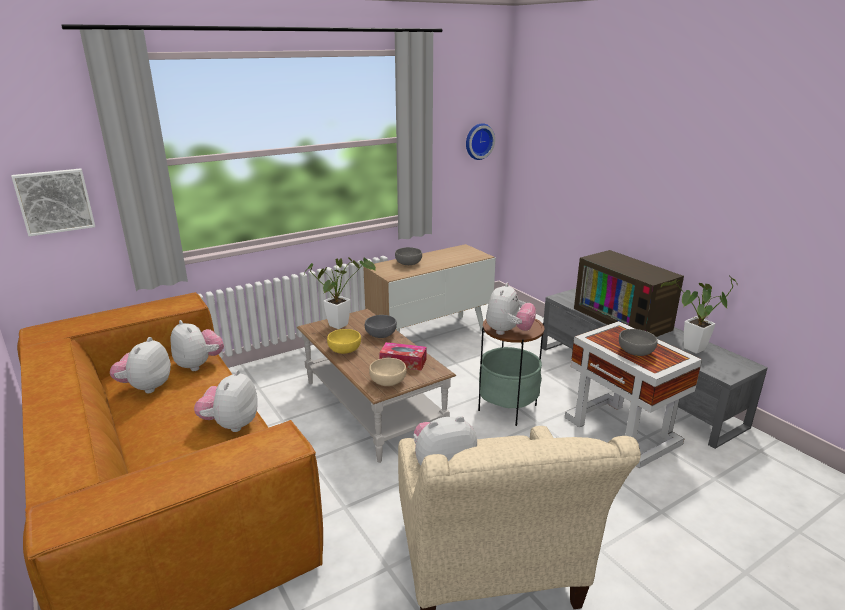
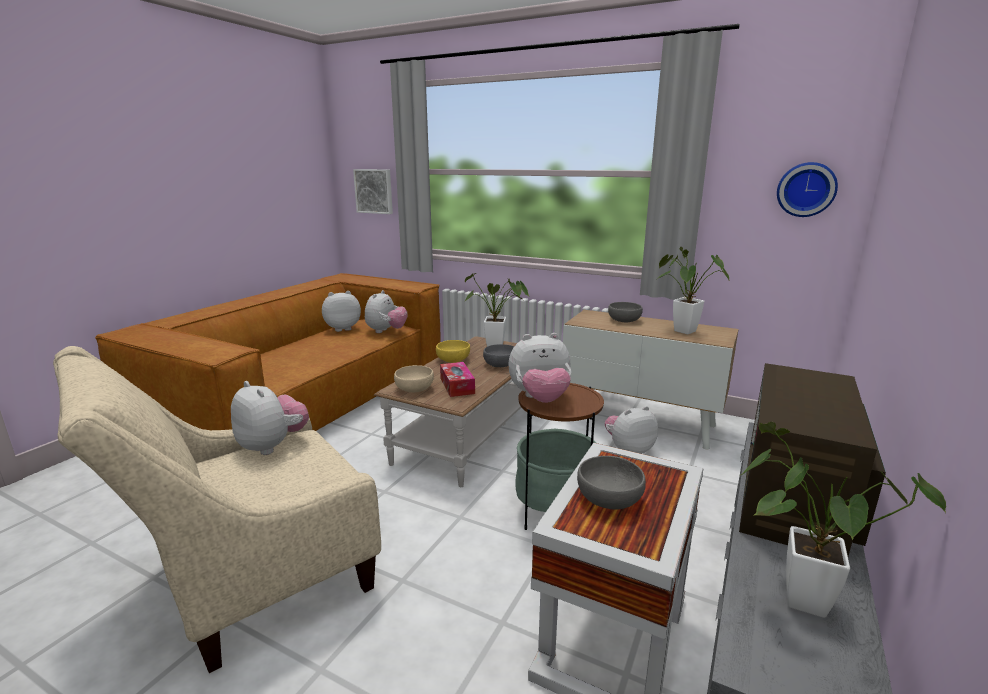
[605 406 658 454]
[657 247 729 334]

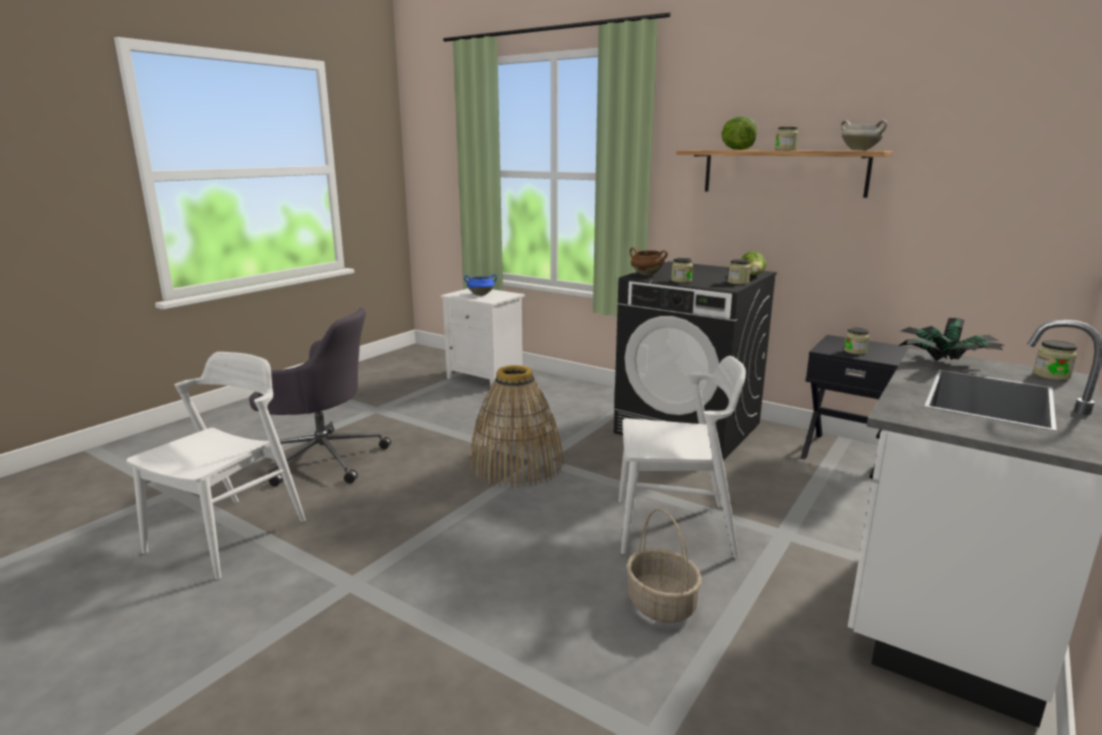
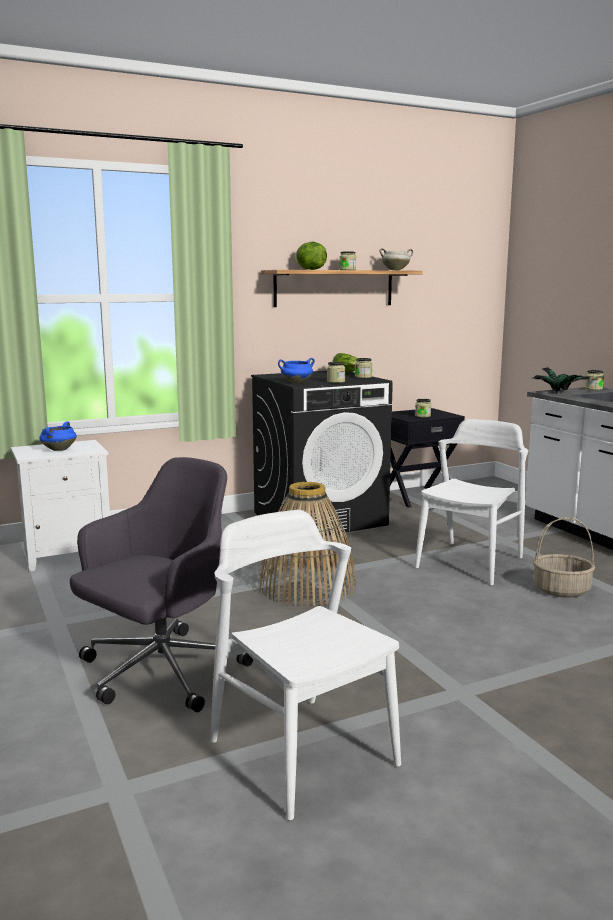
[278 358 315 383]

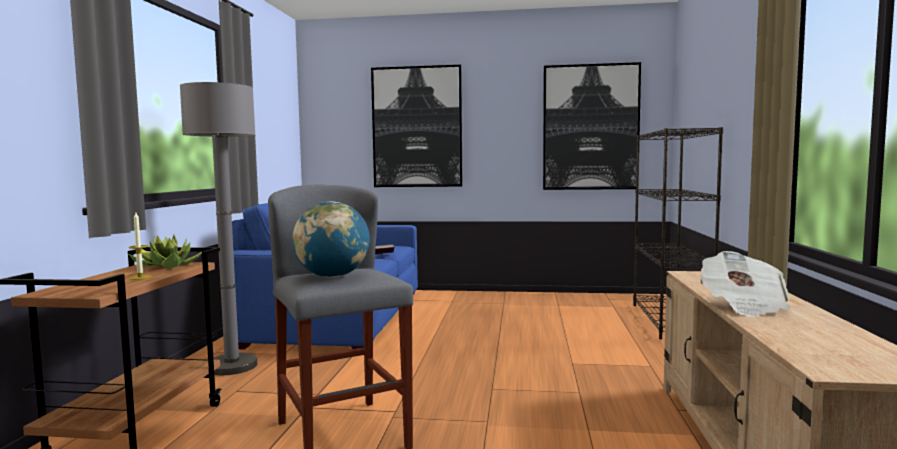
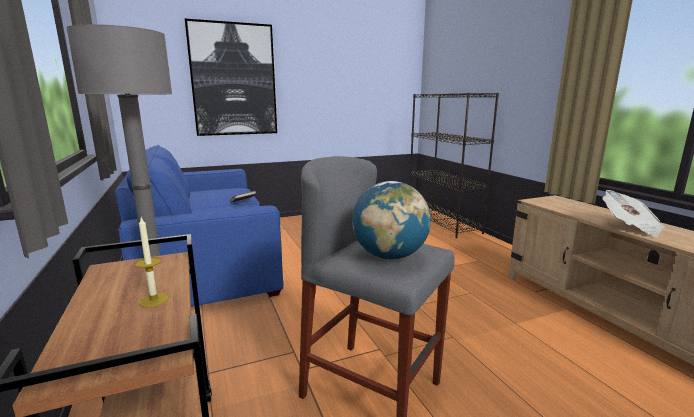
[128 235 202 268] (first image)
[543 62 641 190] (first image)

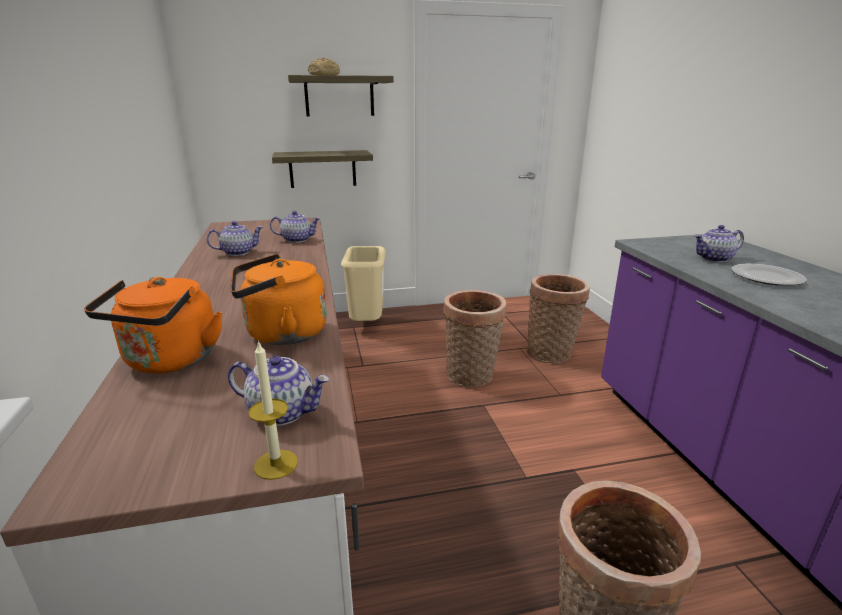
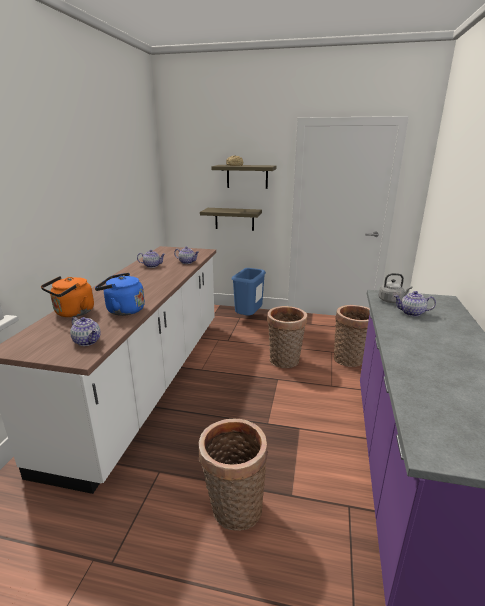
[95 273 145 316]
[232 268 266 316]
[378 273 412 303]
[248 340 298 480] (first image)
[731 264 807 286] (first image)

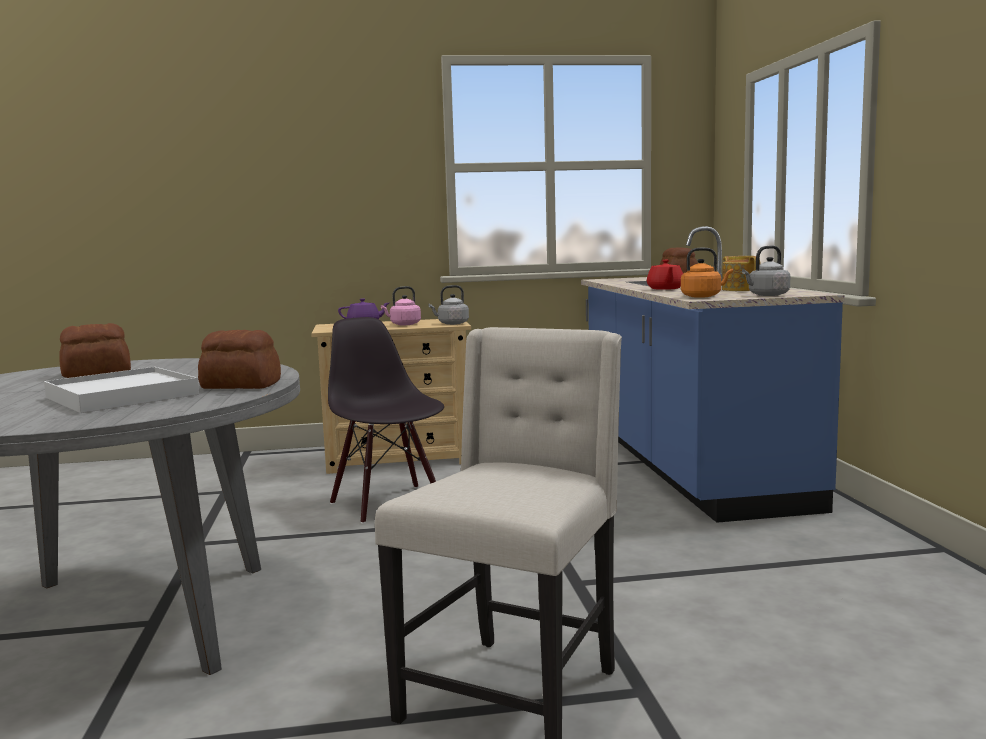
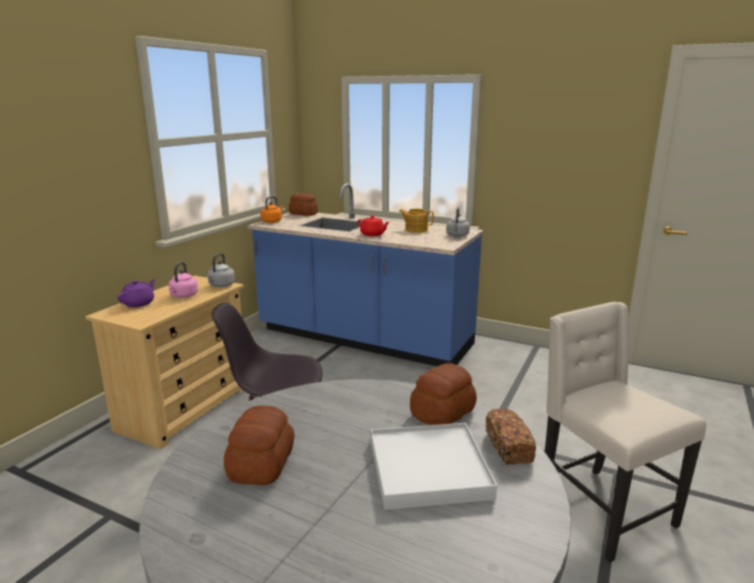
[261 196 284 223]
[486 409 536 465]

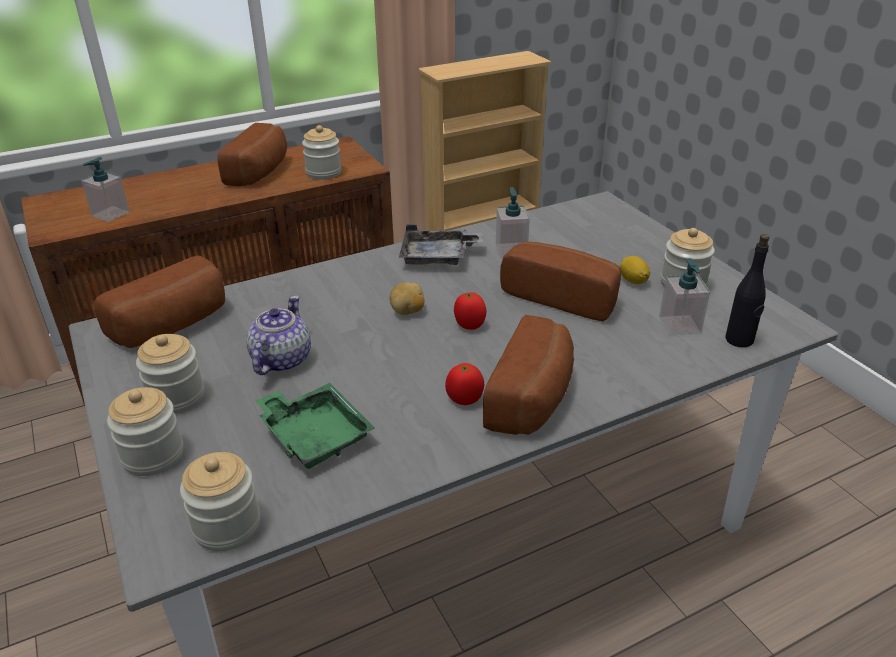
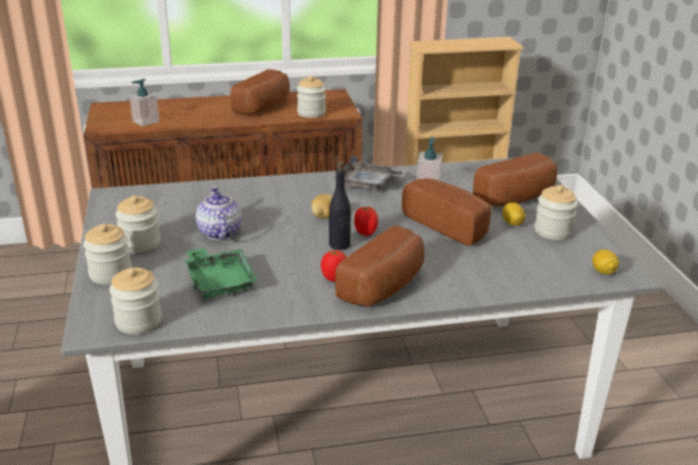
[196 187 242 240]
[329 161 351 250]
[473 153 557 207]
[592 249 619 275]
[659 258 710 335] (first image)

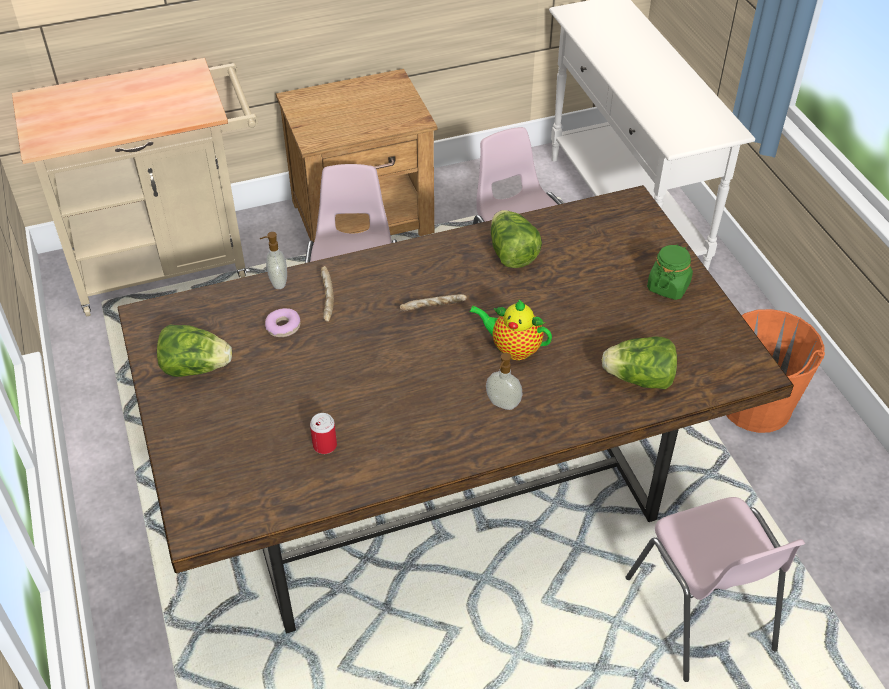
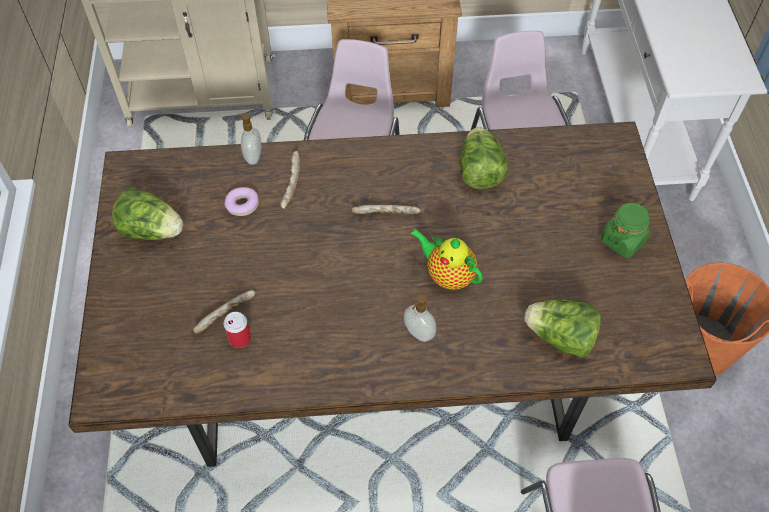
[193 290 255 333]

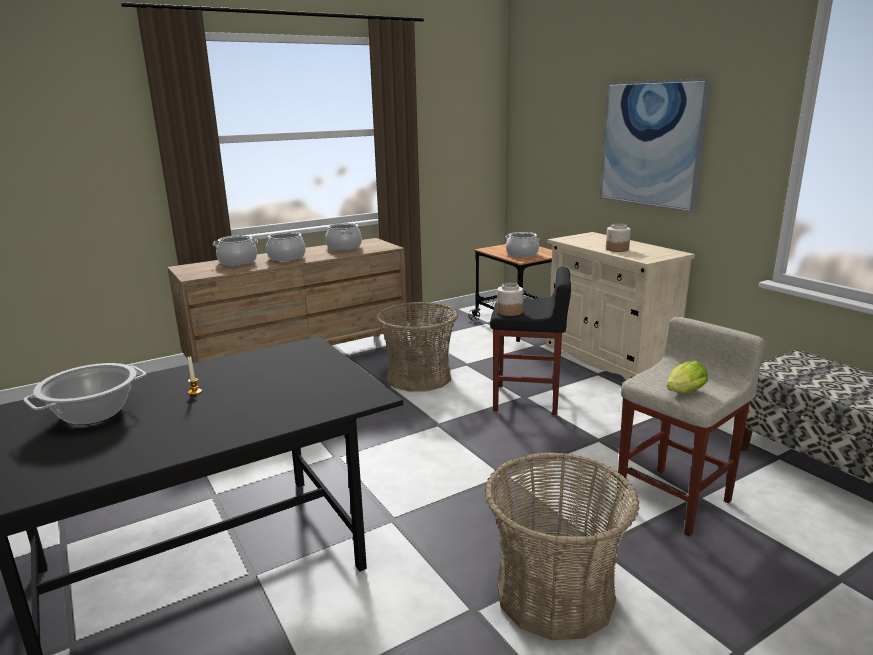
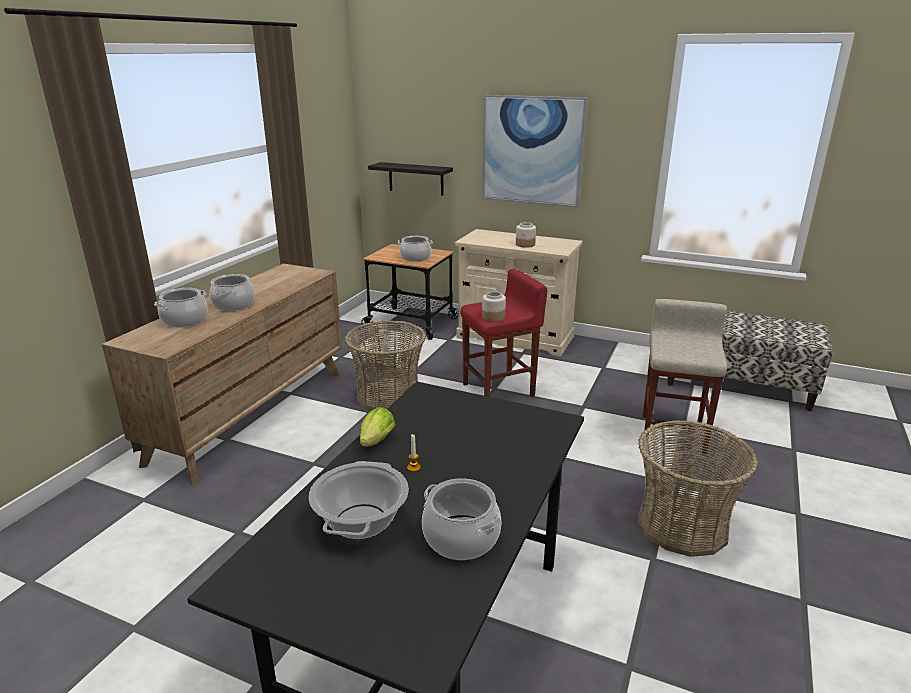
[360 407 396 447]
[368 162 453 196]
[422 478 502 560]
[460 269 547 397]

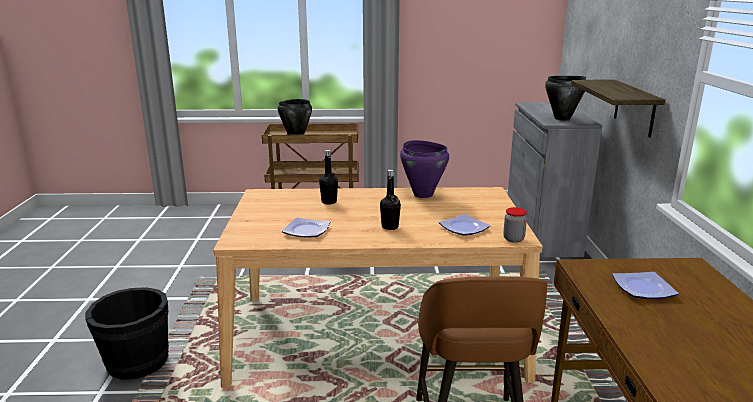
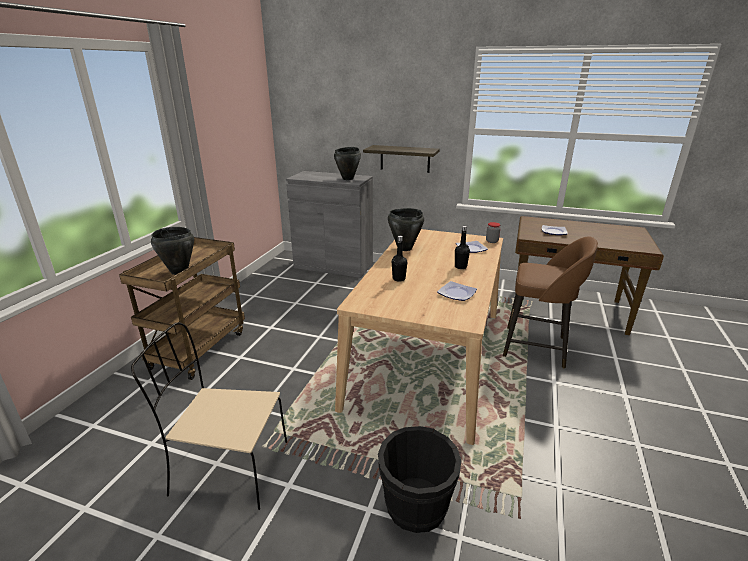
[131 322 287 510]
[388 208 424 251]

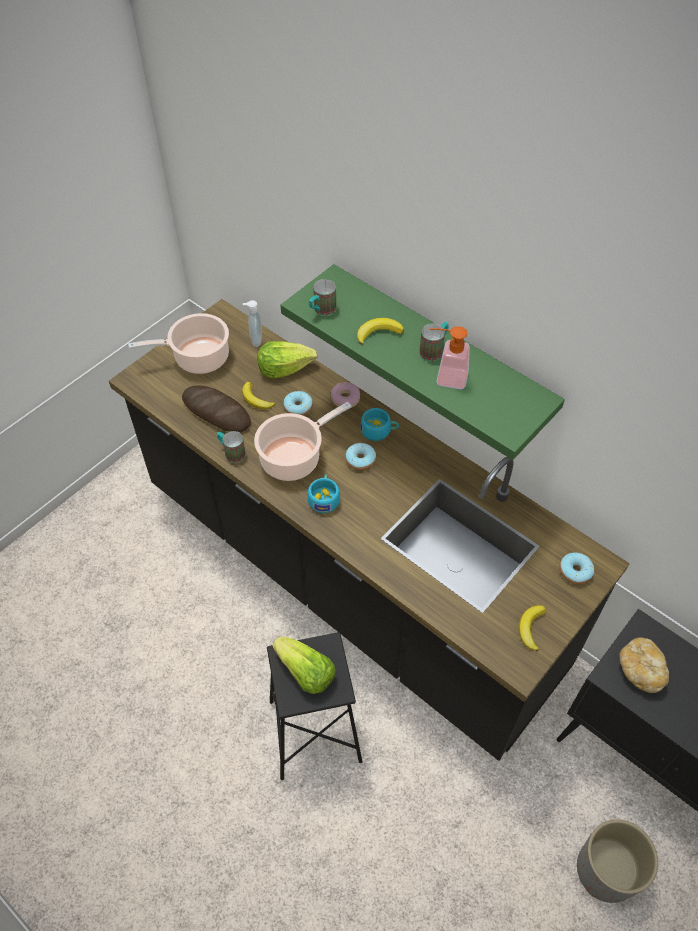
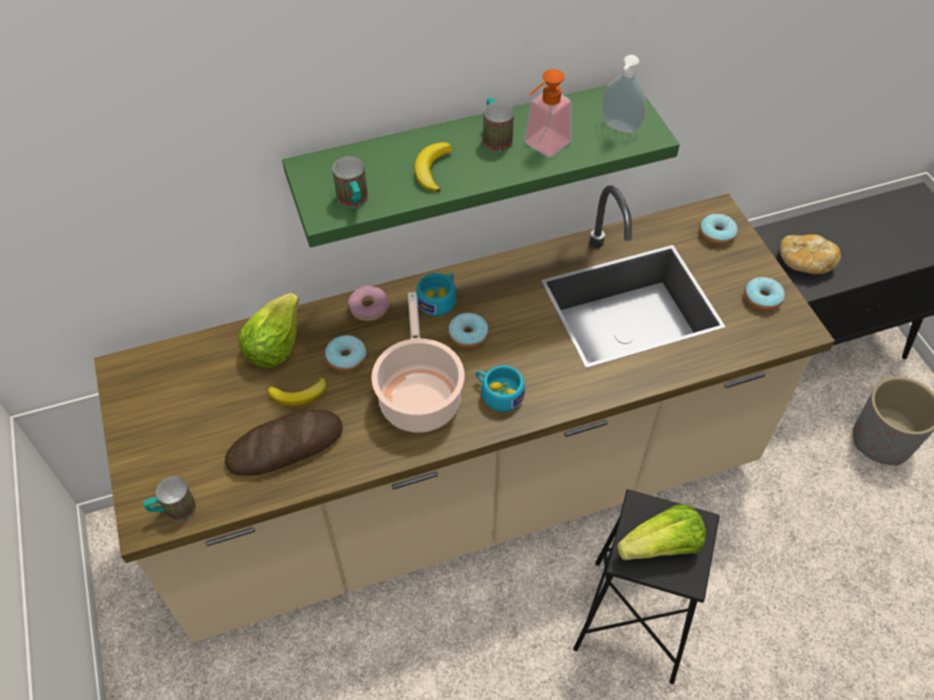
[94 185 835 642]
[143 476 196 522]
[601 55 646 133]
[744 277 785 311]
[128 313 229 374] (first image)

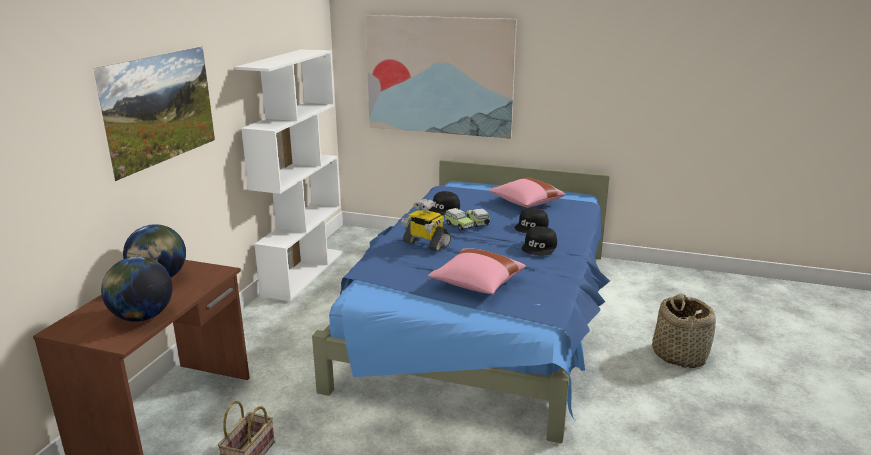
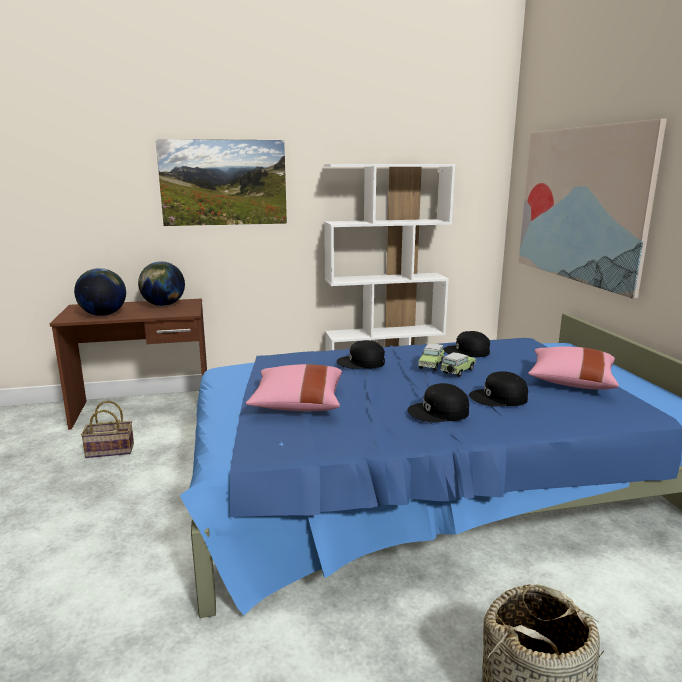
[337 340 385 369]

